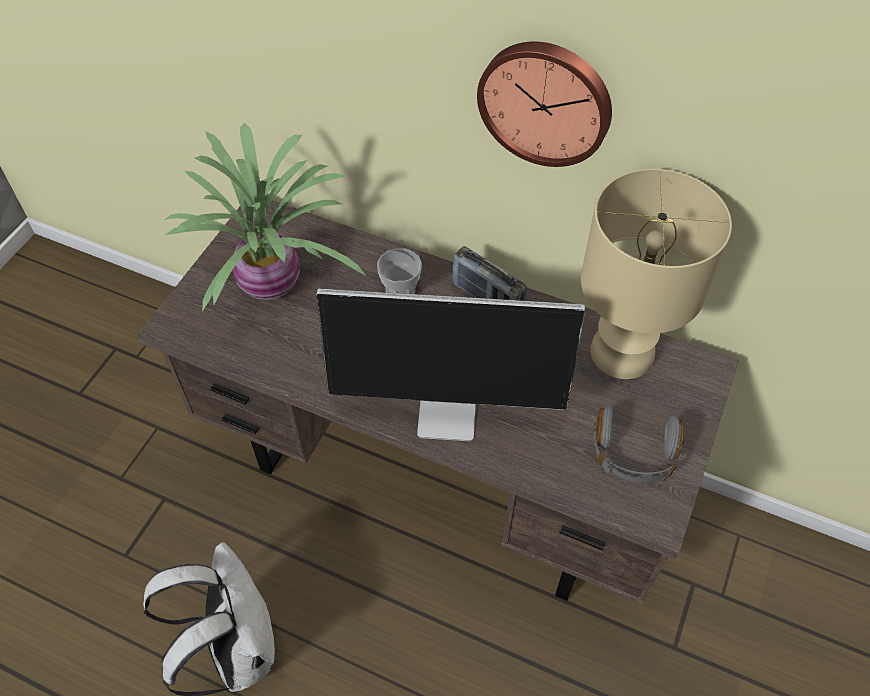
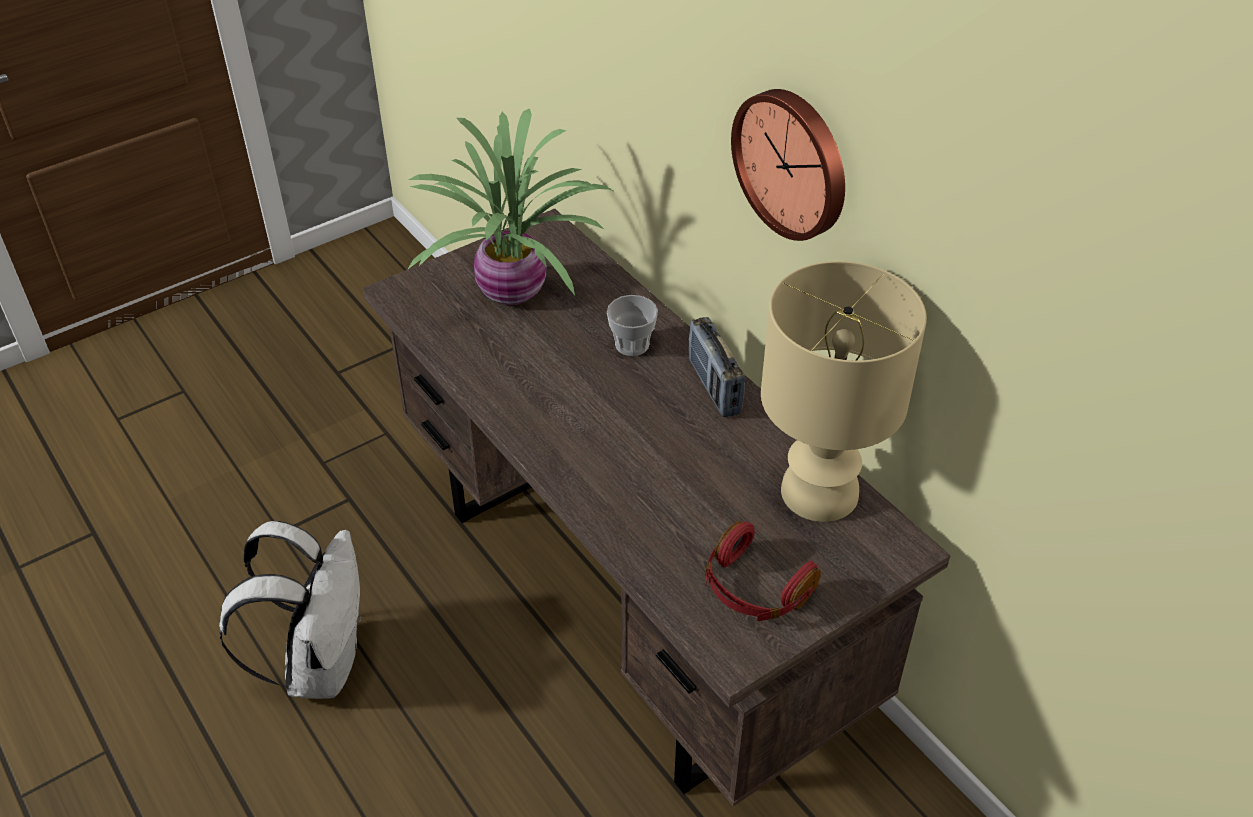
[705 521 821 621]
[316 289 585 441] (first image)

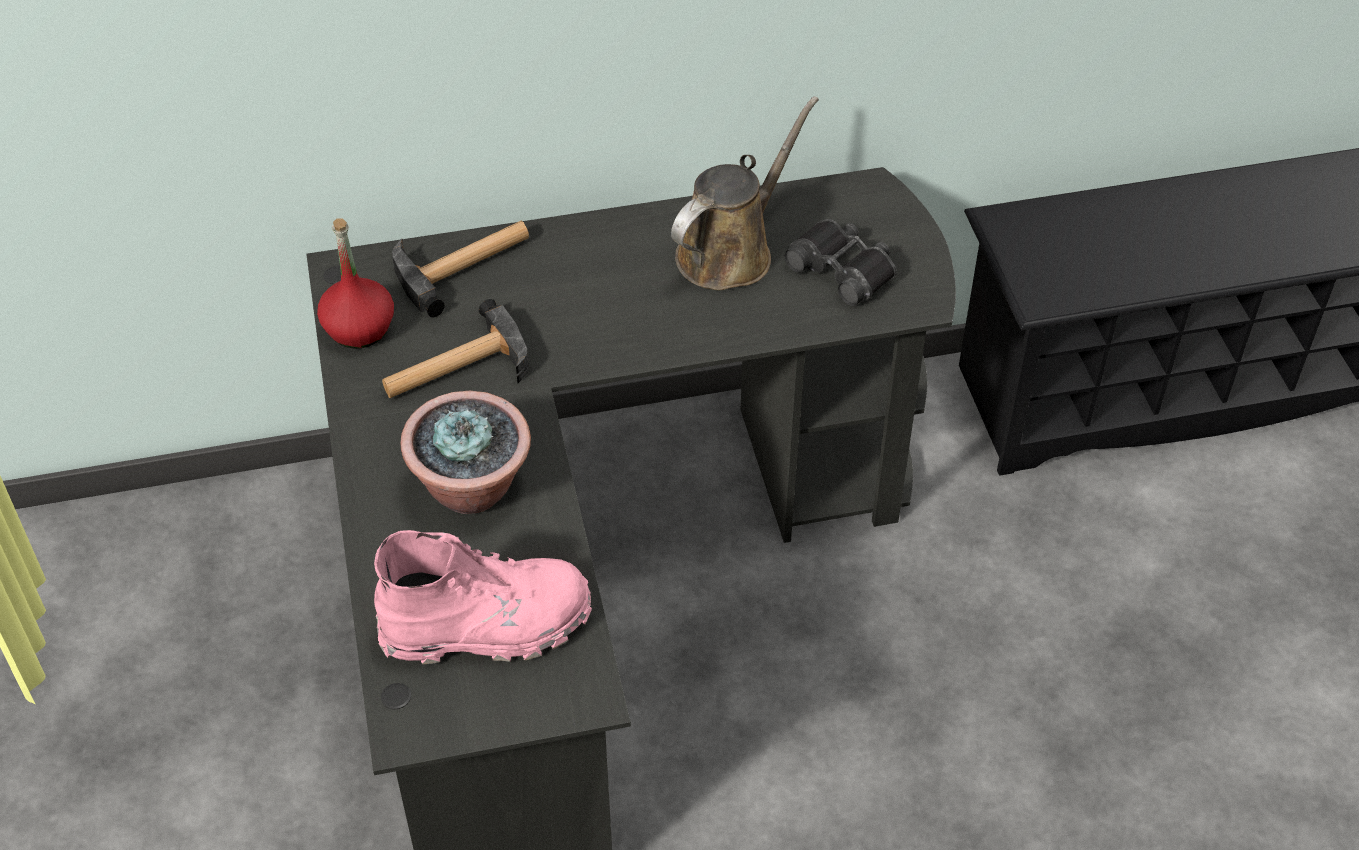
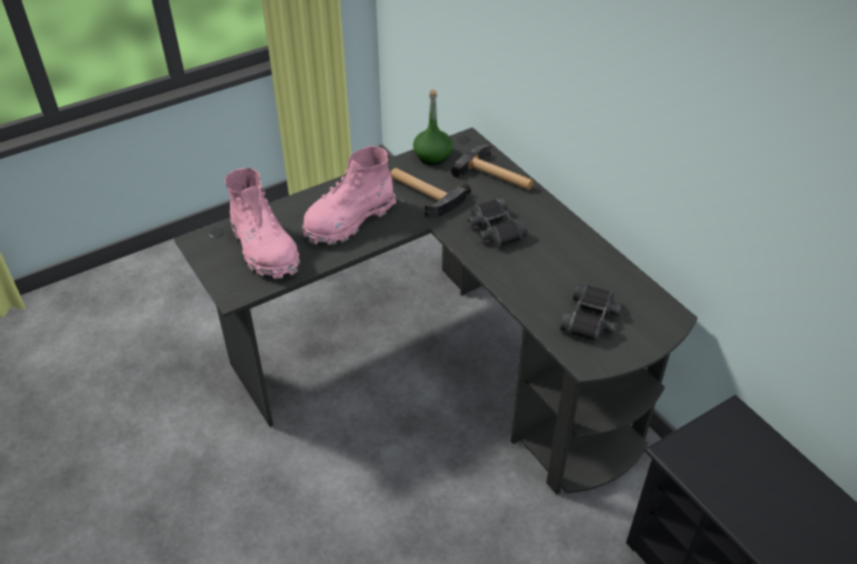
[302 146 396 245]
[413 90 453 165]
[467 198 528 247]
[671 96 819 290] (first image)

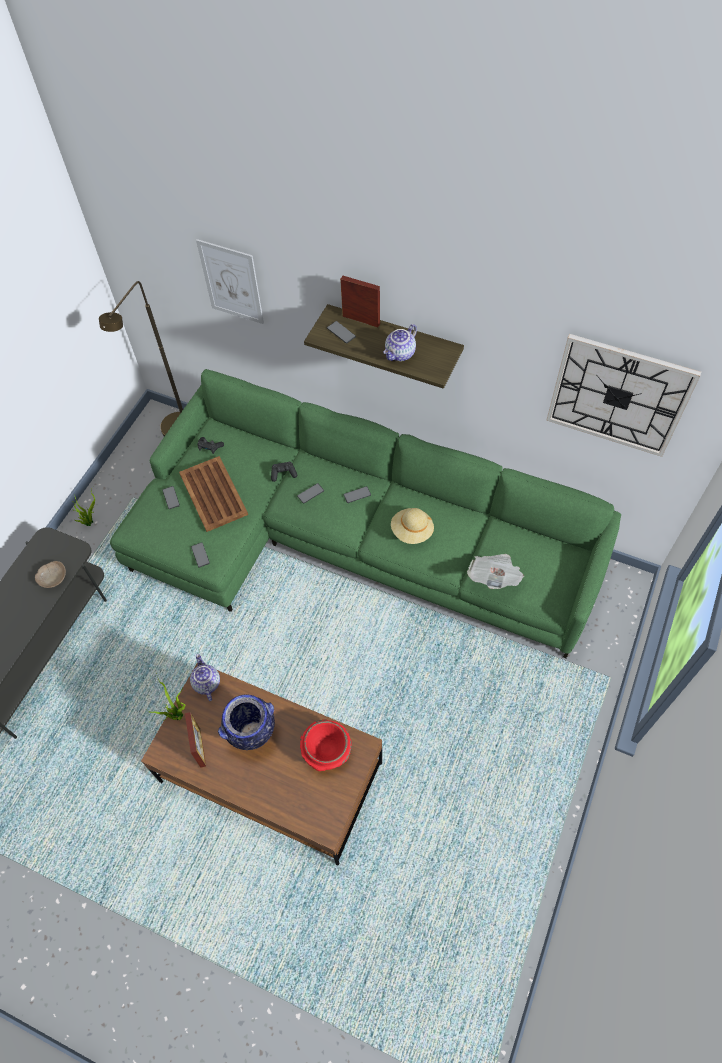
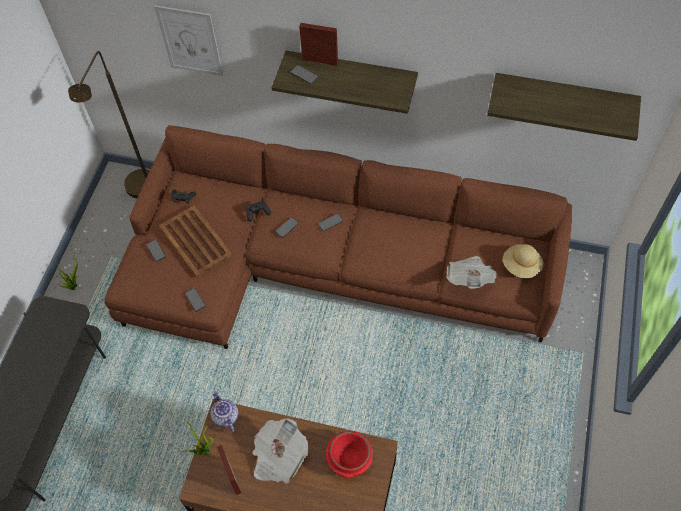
[105 125 572 349]
[252 418 309 484]
[487 73 641 141]
[503 244 544 278]
[35 561 66 588] (first image)
[384 324 417 361] (first image)

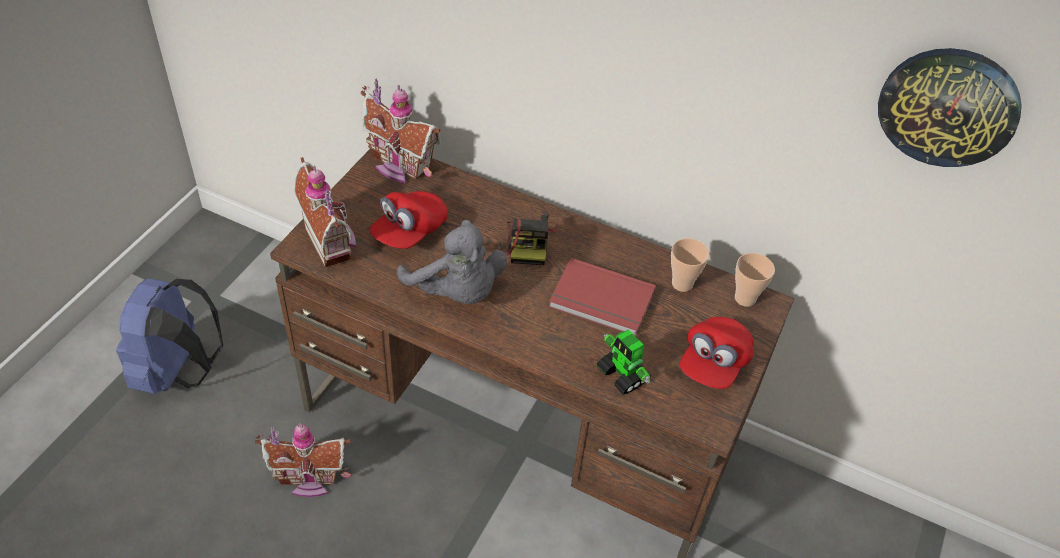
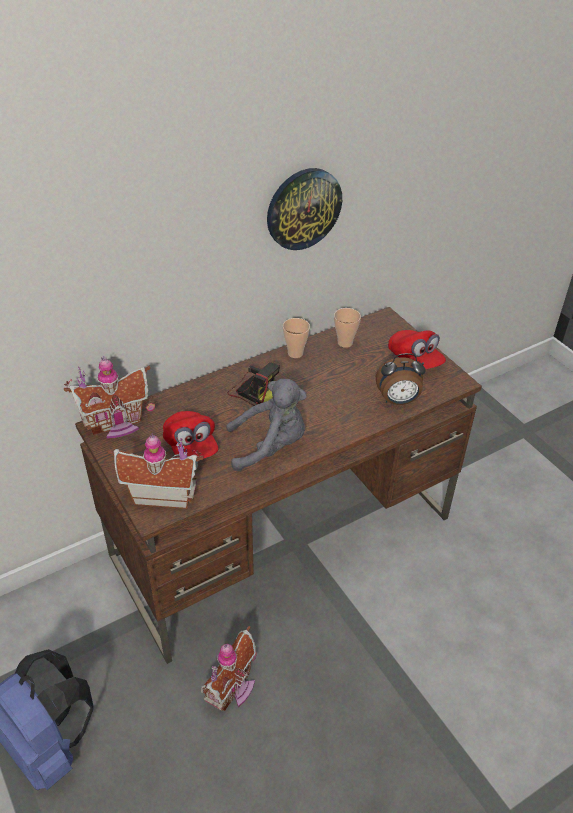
[267 168 342 250]
[283 318 310 358]
[376 353 426 405]
[549 258 656 336] (first image)

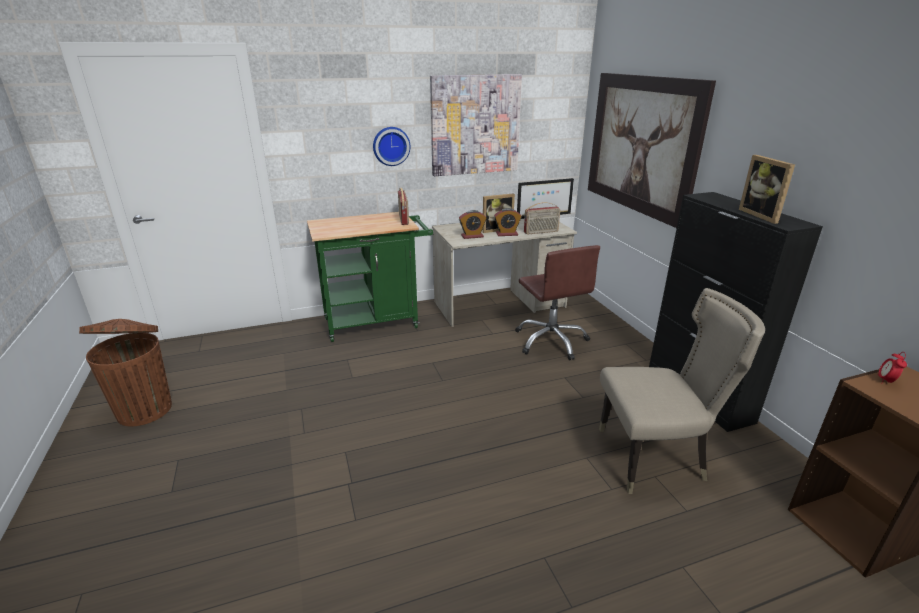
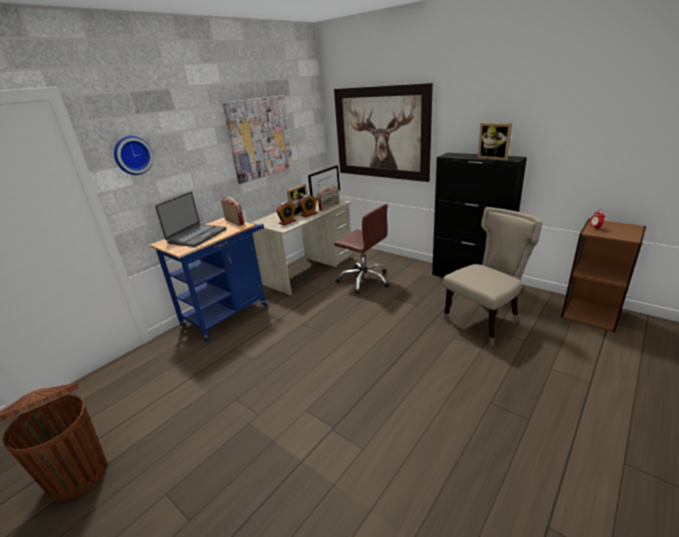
[114 136 153 175]
[150 217 267 342]
[155 192 227 247]

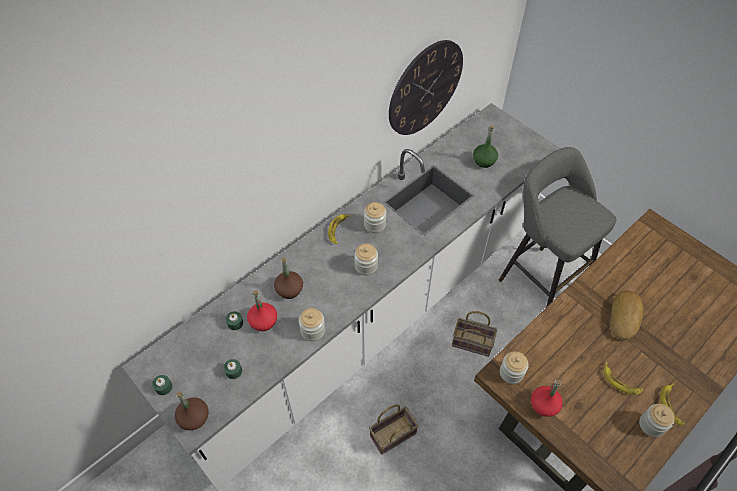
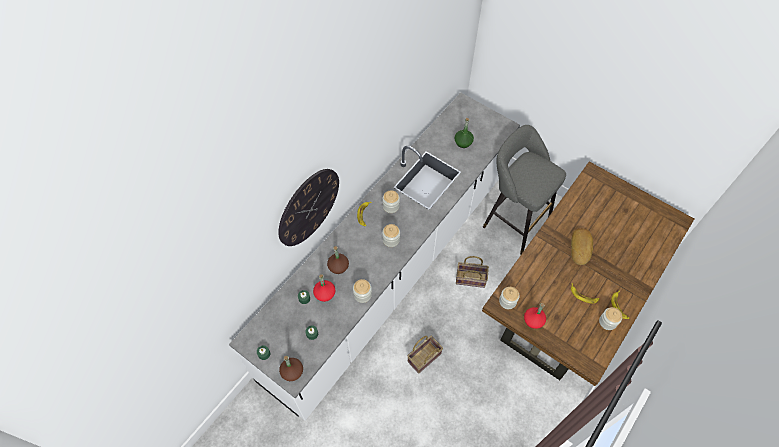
[278 169 339 246]

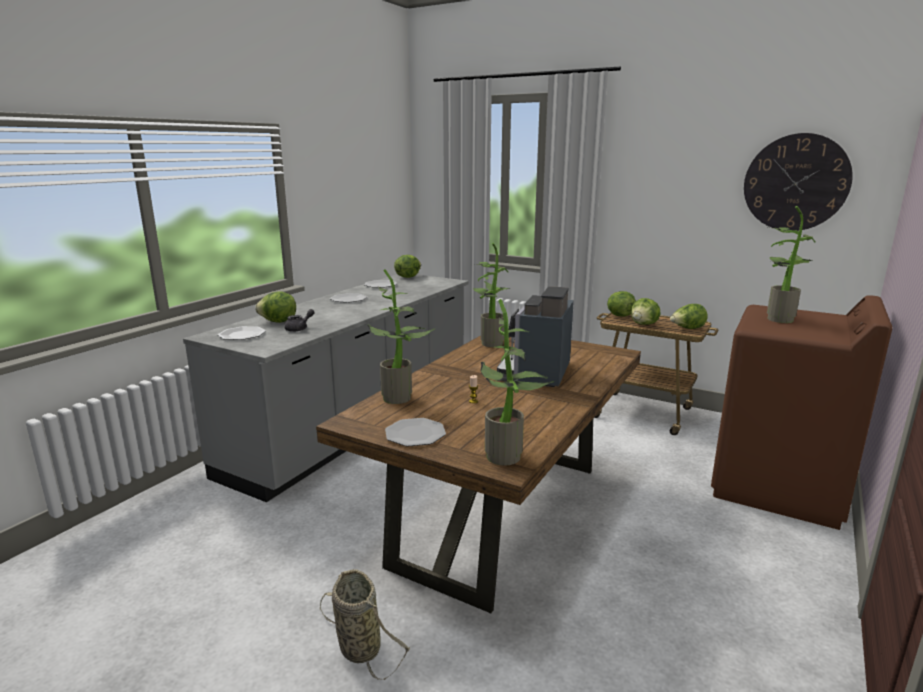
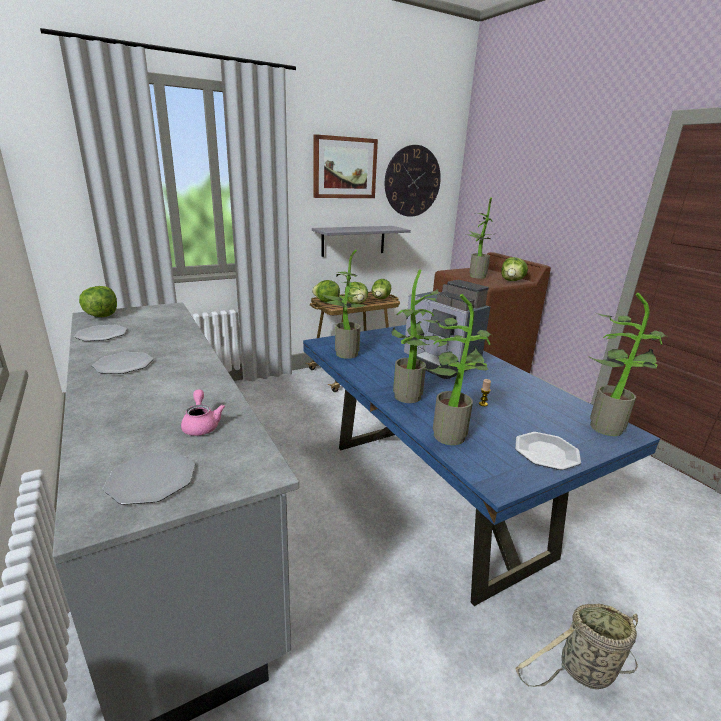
[181 390 225 436]
[303 325 660 606]
[312 226 411 257]
[314 134 378 198]
[391 269 441 403]
[501 257 528 281]

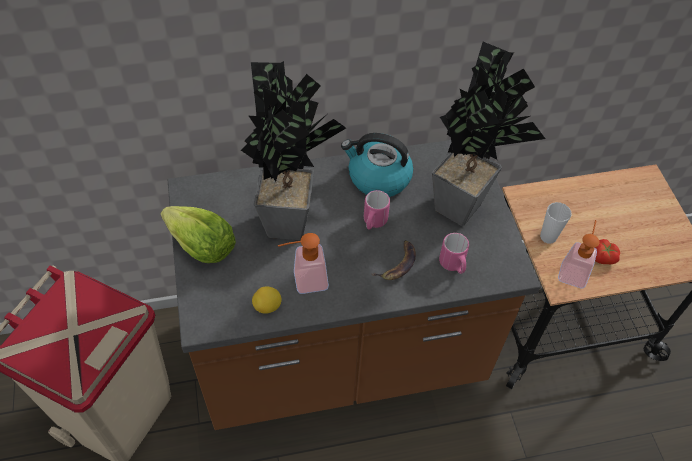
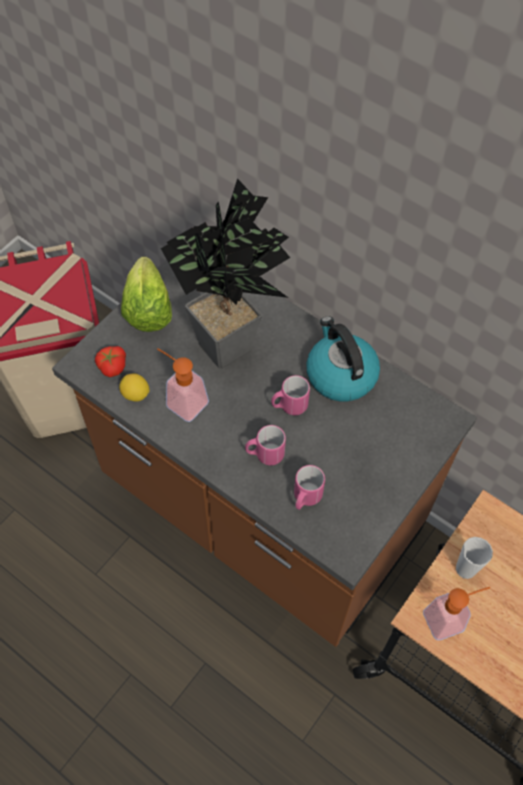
[95 346 126 377]
[245 425 286 465]
[432 42 545 226] (first image)

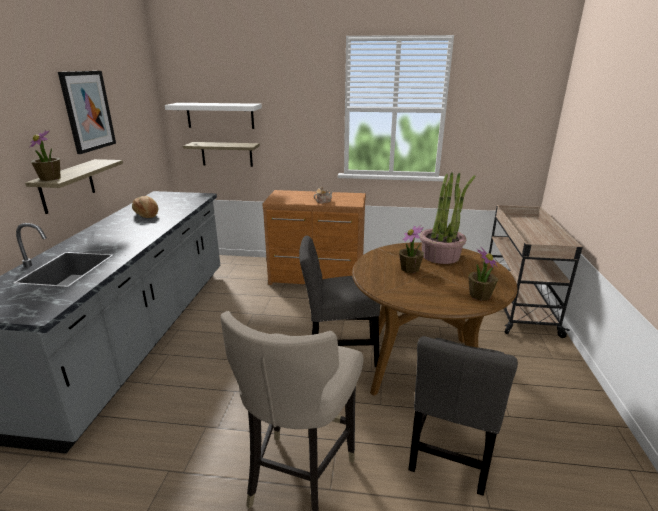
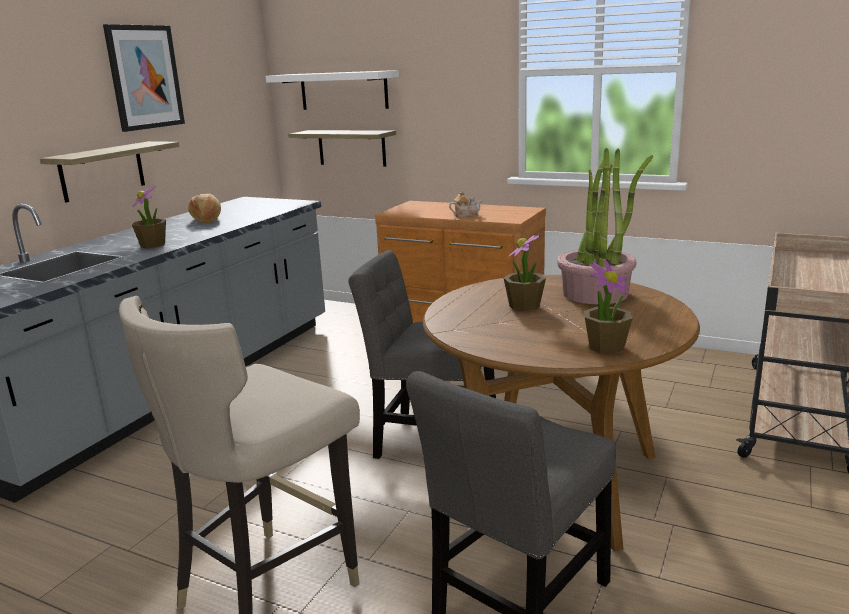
[132 185 166 248]

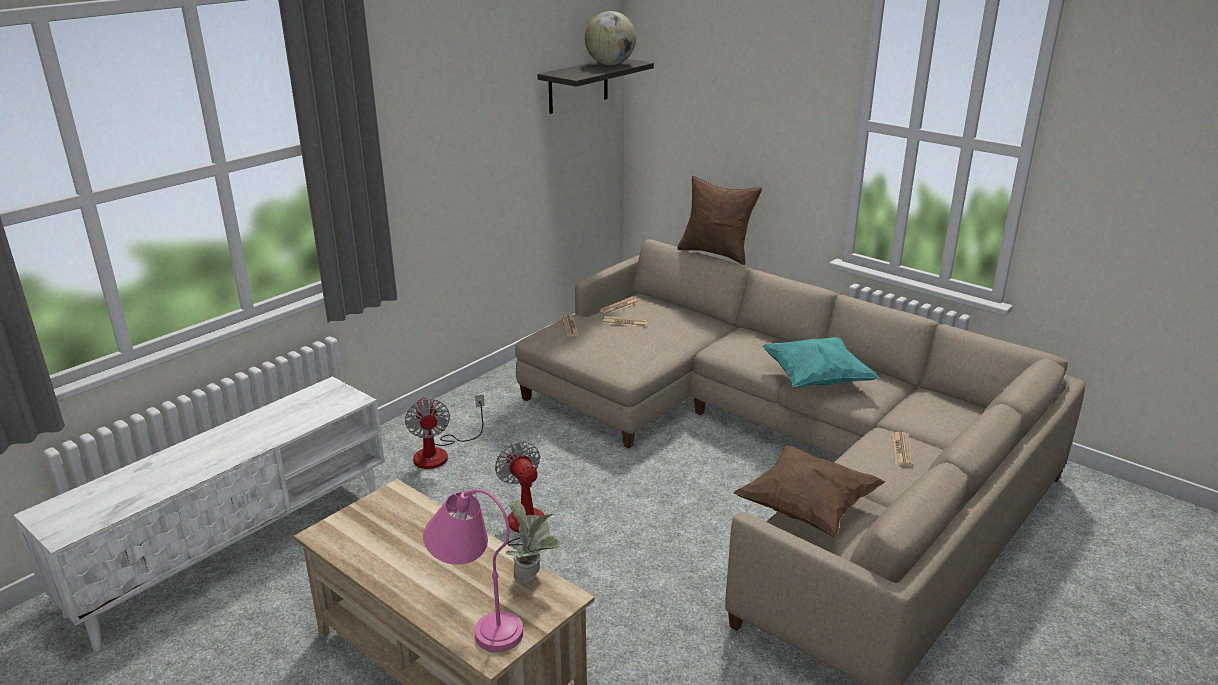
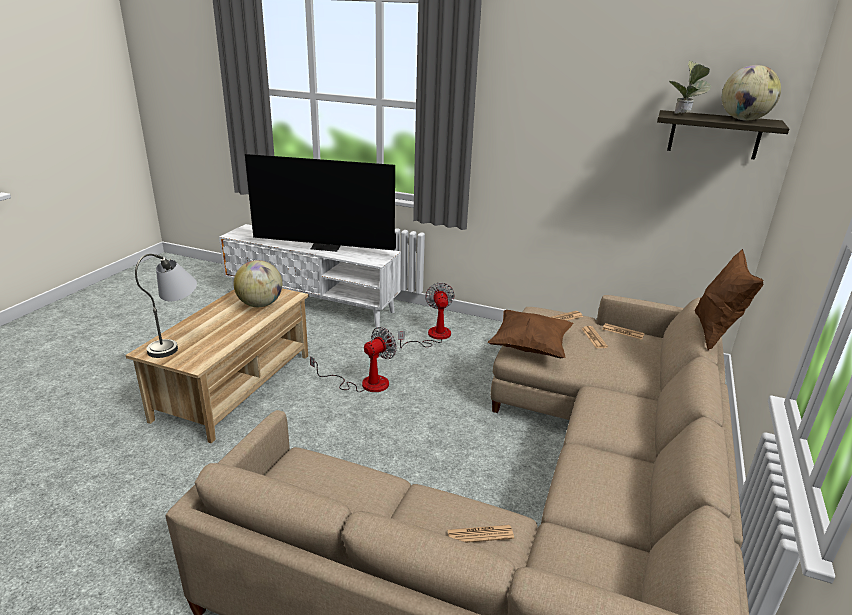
[135 254 197 358]
[233 260 282 307]
[245 154 396 252]
[398 282 455 348]
[488 310 573 358]
[669 61 711 114]
[762 337 880 388] (first image)

